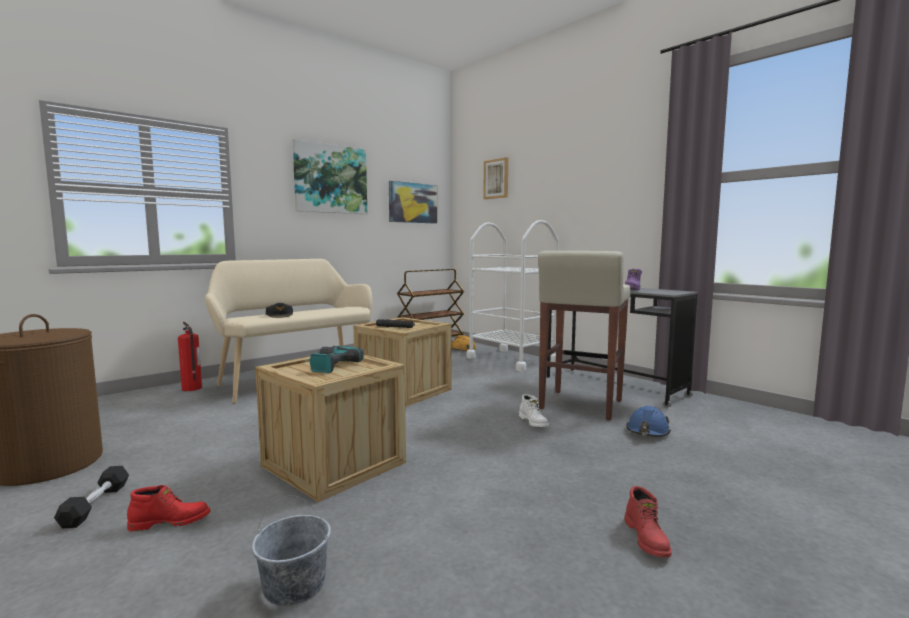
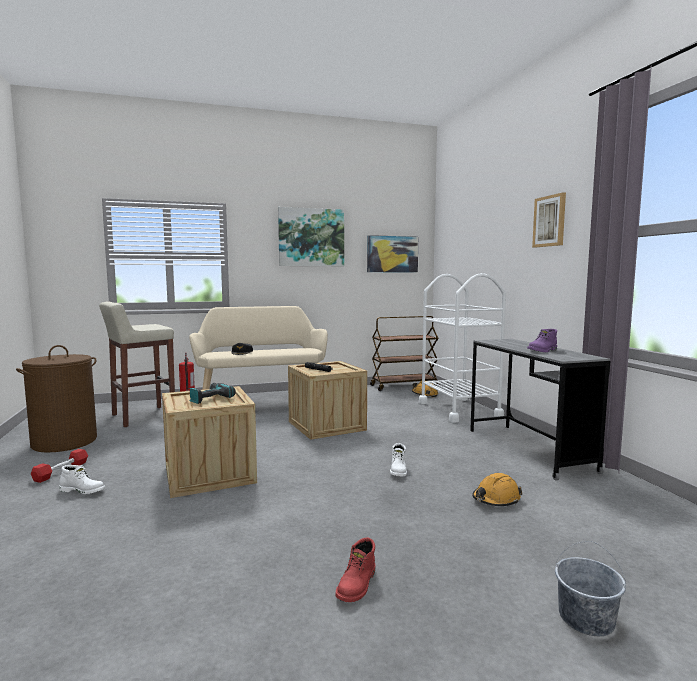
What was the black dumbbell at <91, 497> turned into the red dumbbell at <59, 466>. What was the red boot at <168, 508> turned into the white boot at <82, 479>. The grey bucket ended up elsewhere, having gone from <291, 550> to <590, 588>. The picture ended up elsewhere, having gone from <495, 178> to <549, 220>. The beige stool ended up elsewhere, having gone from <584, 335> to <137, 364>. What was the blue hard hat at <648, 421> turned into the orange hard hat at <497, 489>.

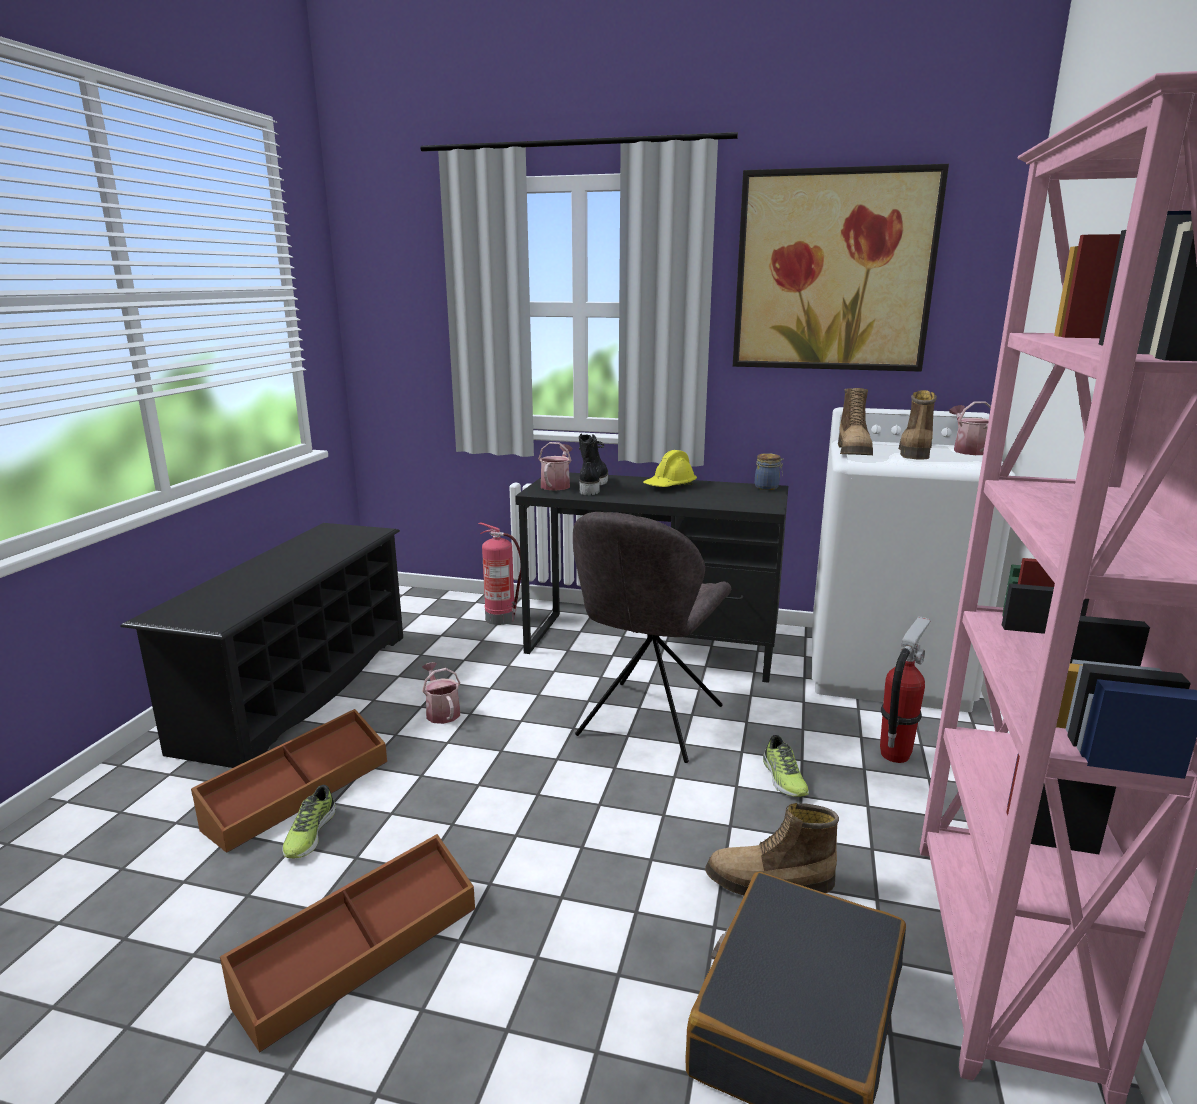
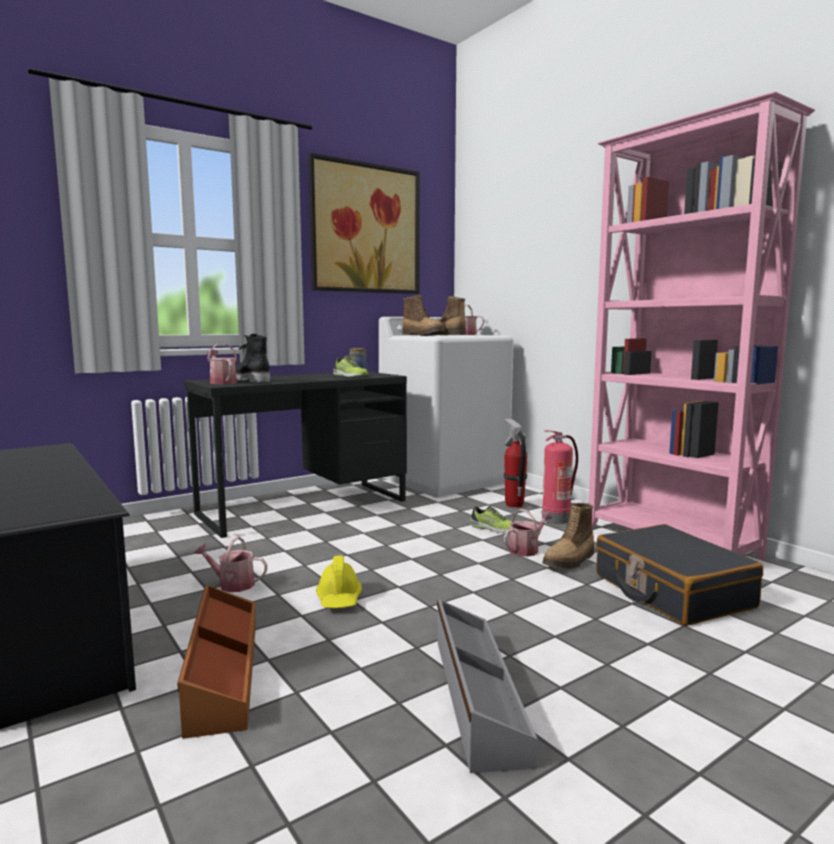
What was the brown storage box at <347, 943> turned into the grey storage box at <487, 686>. The shoe ended up elsewhere, having gone from <309, 821> to <350, 366>. The fire extinguisher ended up elsewhere, having gone from <499, 574> to <560, 477>. The second view lost the grey chair at <652, 637>. The yellow hard hat ended up elsewhere, having gone from <670, 468> to <339, 582>. The second view gained the watering can at <528, 533>.

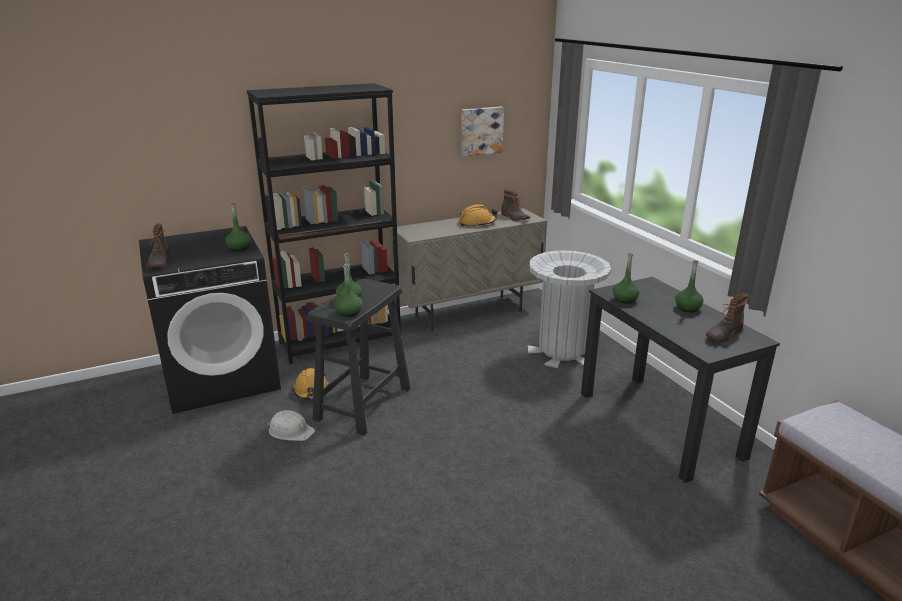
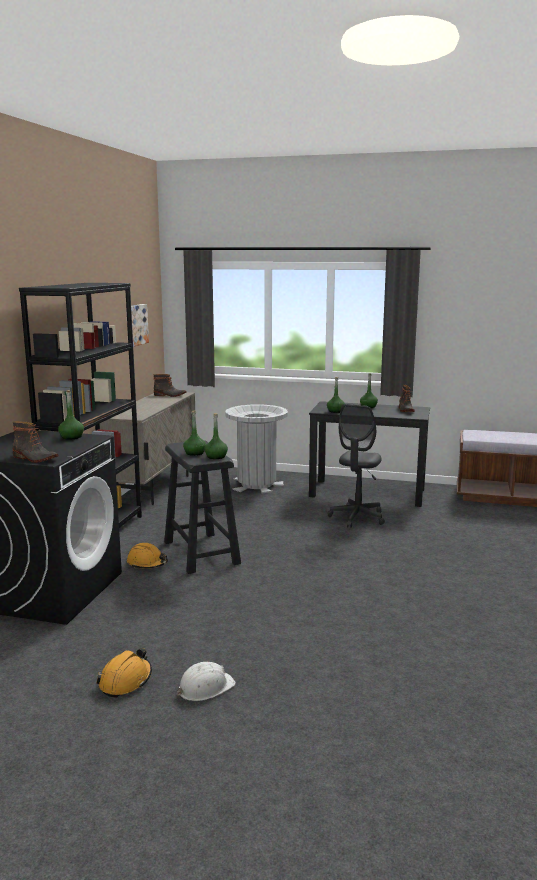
The white hard hat ended up elsewhere, having gone from <291, 425> to <206, 681>. The orange hard hat ended up elsewhere, having gone from <478, 215> to <124, 673>. The second view gained the grey office chair at <356, 466>.

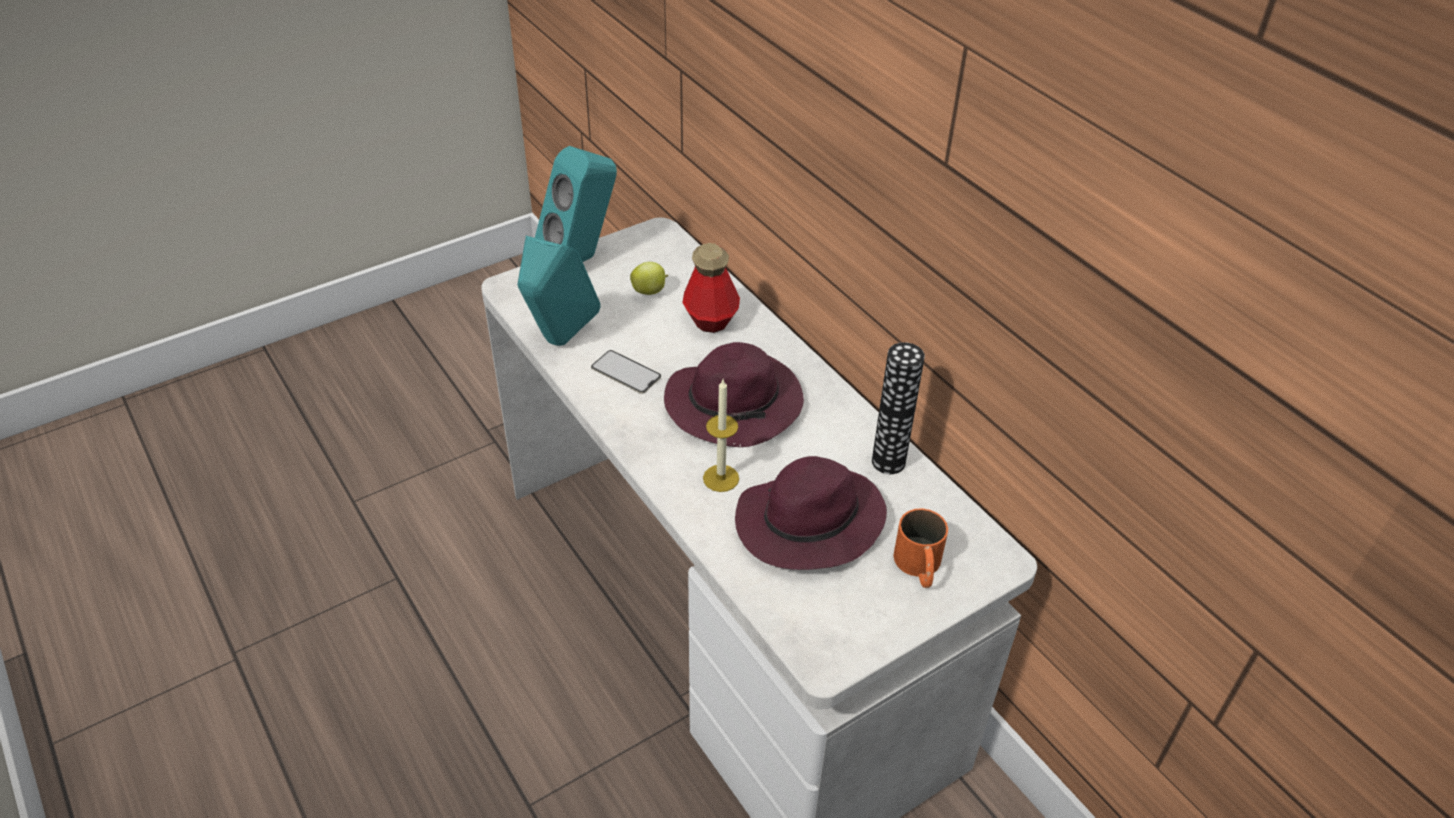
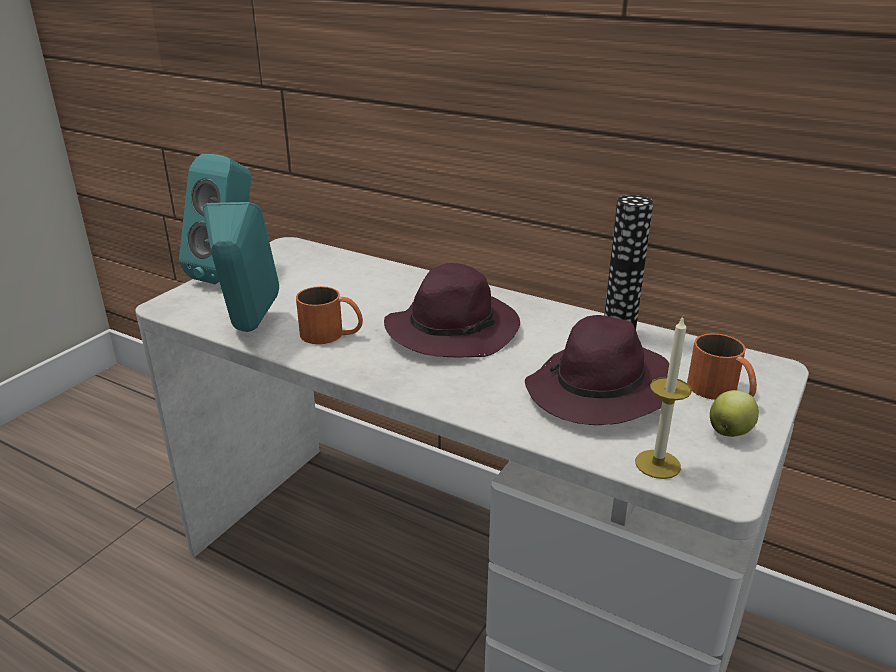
Where the phone stood at <626, 372>, the orange mug came to stand at <329, 315>. The apple ended up elsewhere, having gone from <649, 278> to <734, 413>. The second view lost the bottle at <711, 288>. The candle ended up elsewhere, having gone from <721, 435> to <663, 398>.

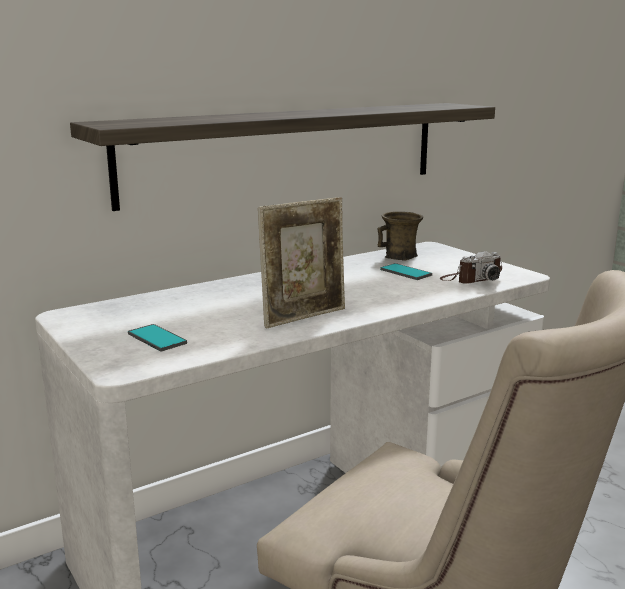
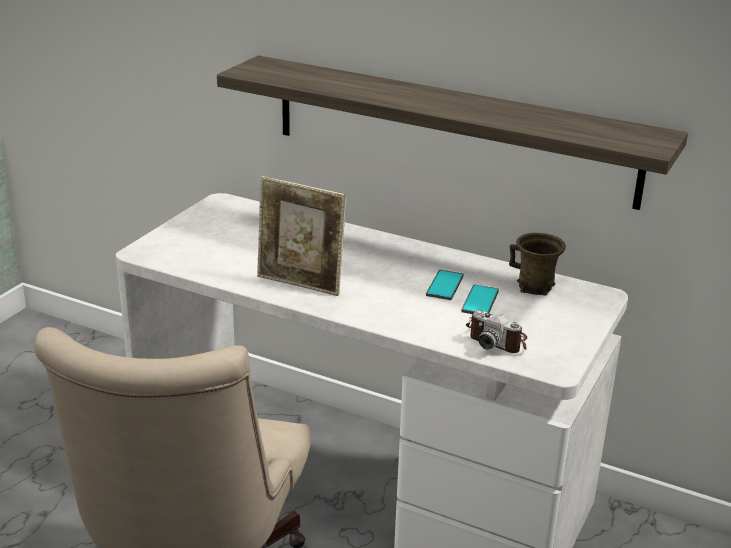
The phone ended up elsewhere, having gone from <157, 337> to <445, 285>.

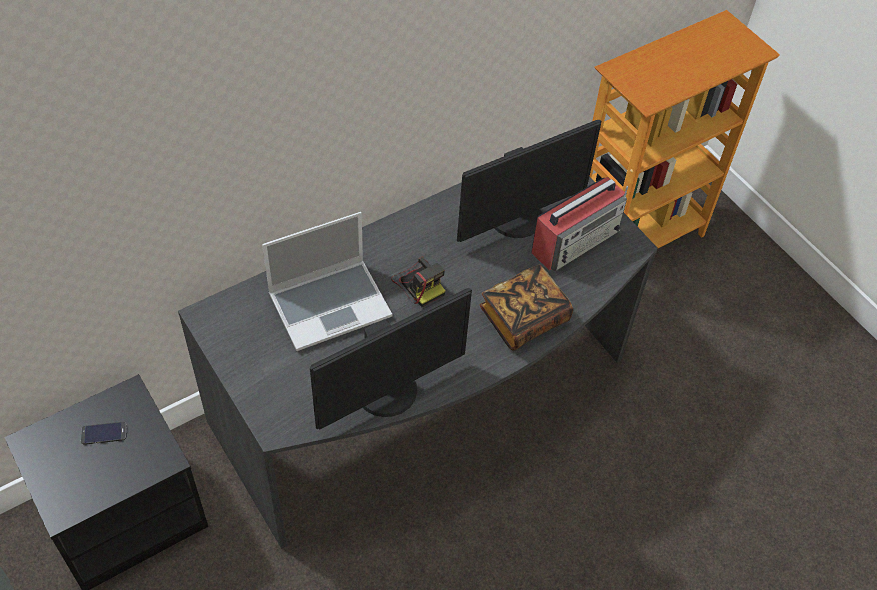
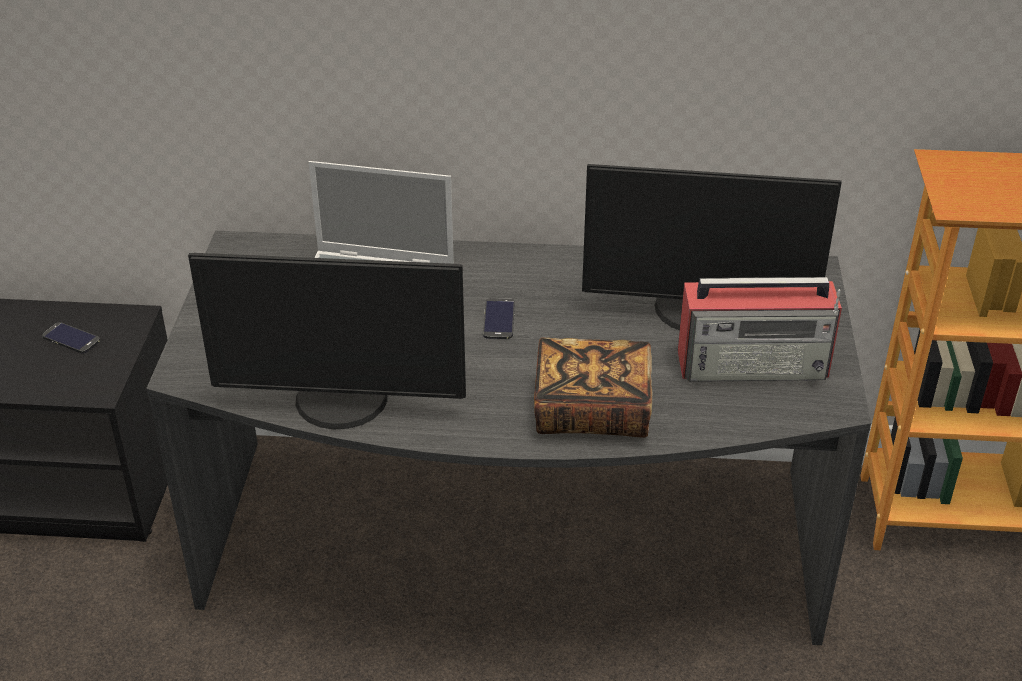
Where the photo camera stood at <418, 281>, the phone came to stand at <499, 318>.

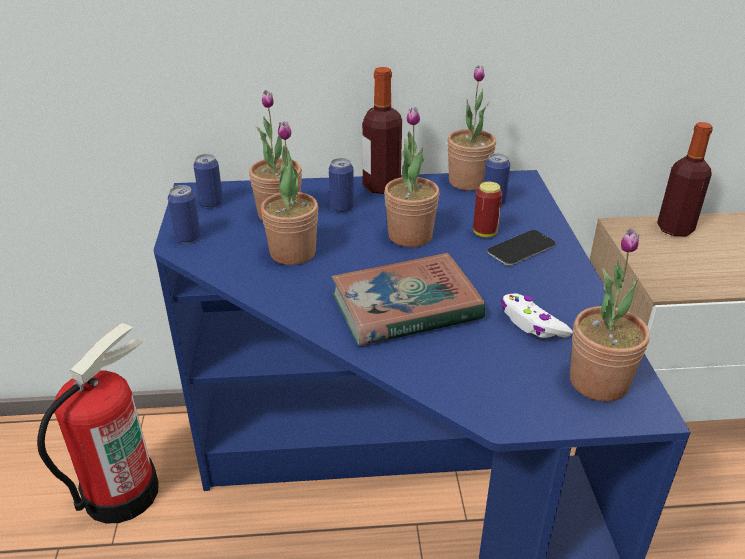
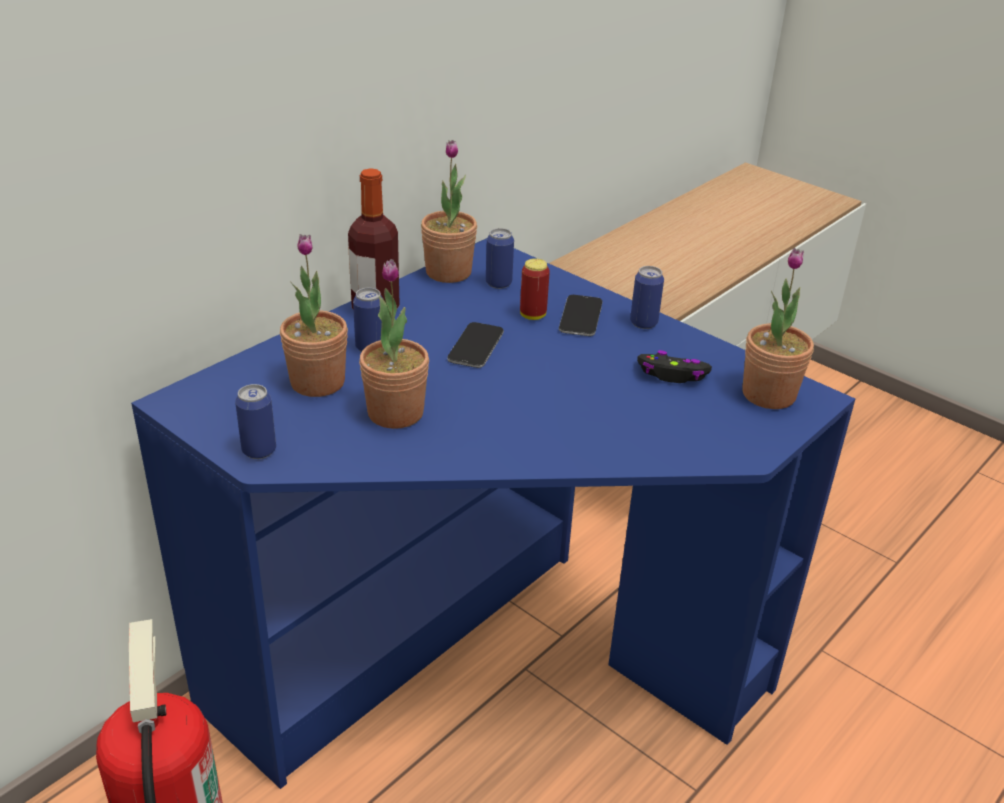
The can ended up elsewhere, having gone from <208, 181> to <647, 297>. The second view lost the book at <408, 299>. Where the potted plant stood at <412, 177>, the phone came to stand at <475, 345>. What was the white game controller at <537, 315> turned into the black game controller at <674, 366>. The second view lost the bottle at <685, 179>.

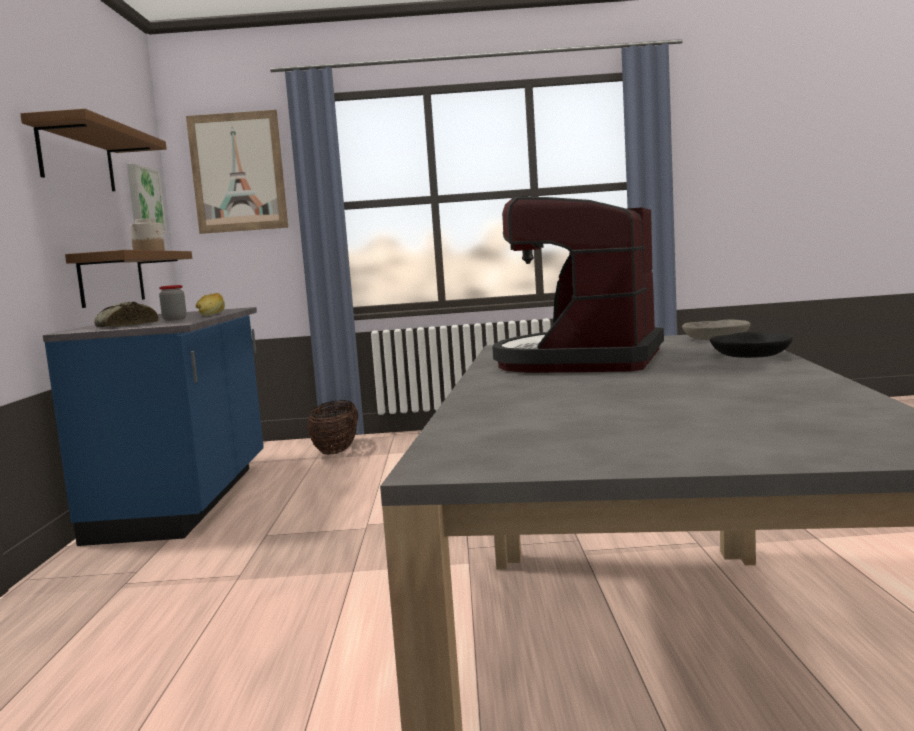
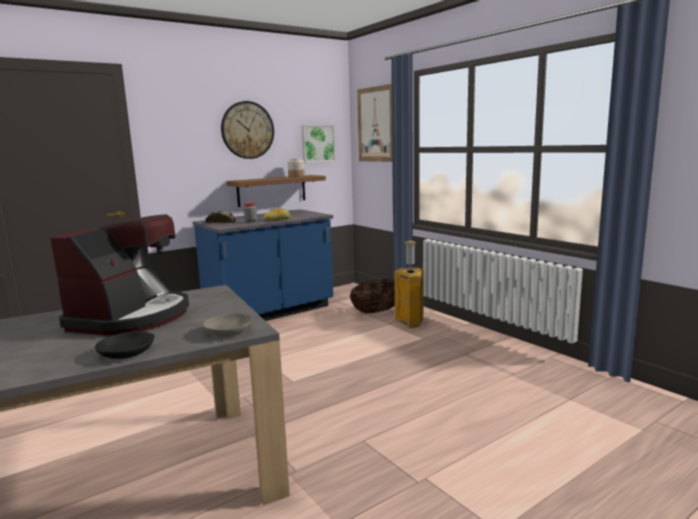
Where the brown shelf hung at <93, 149>, the wall clock came to hang at <247, 130>. The coffee machine at <578, 285> ended up facing another way, 120 degrees clockwise from before. The second view gained the trash can at <409, 284>.

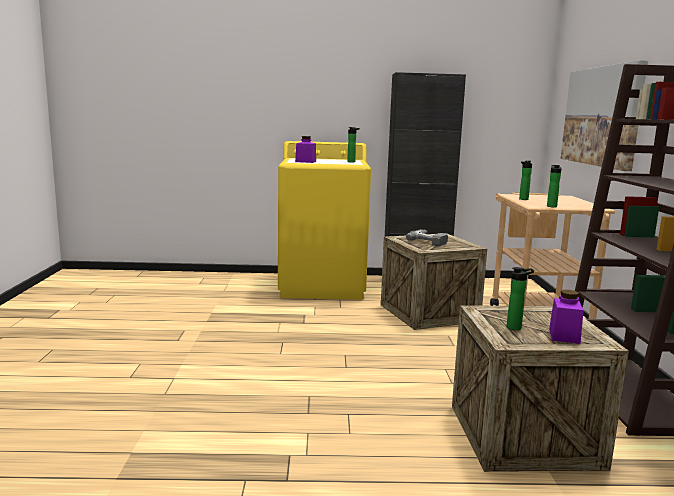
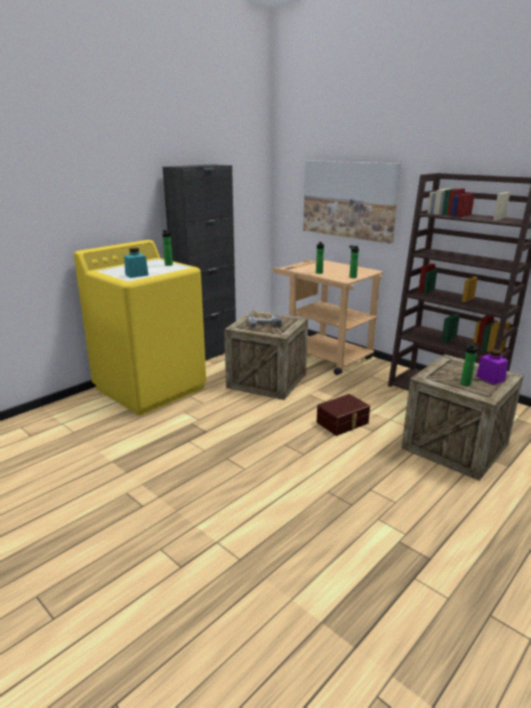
What was the purple jar at <305, 149> turned into the turquoise jar at <136, 263>. The second view gained the brown storage box at <343, 415>.

